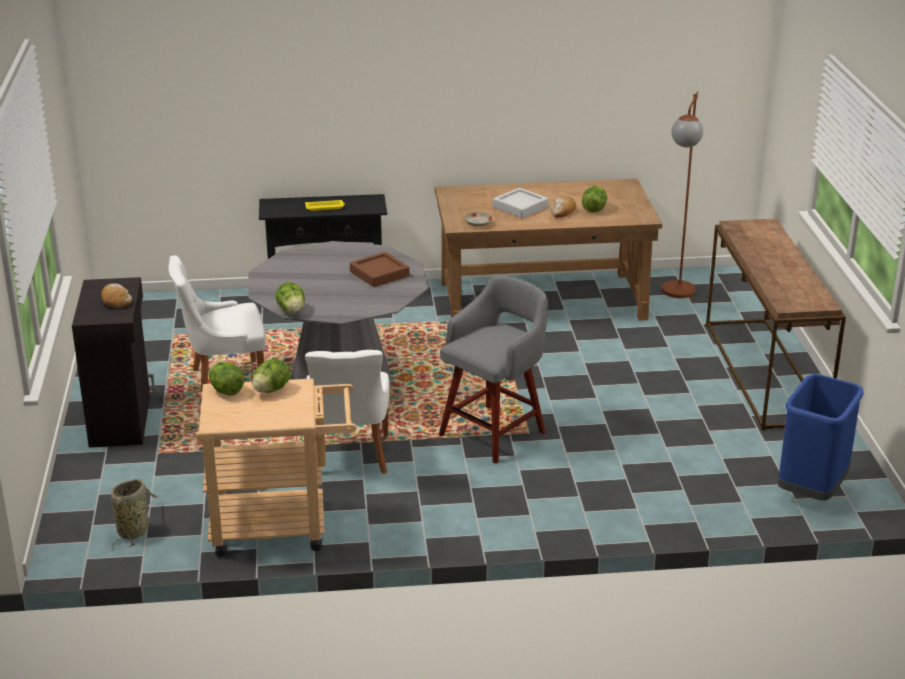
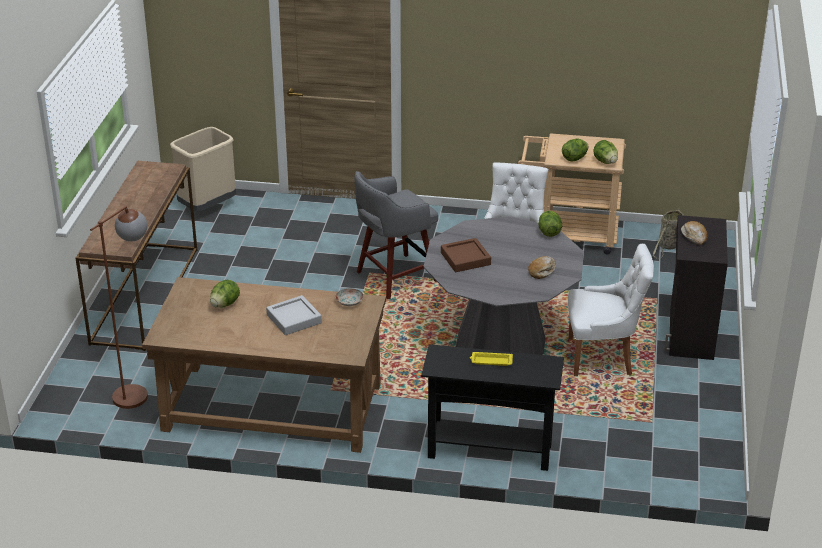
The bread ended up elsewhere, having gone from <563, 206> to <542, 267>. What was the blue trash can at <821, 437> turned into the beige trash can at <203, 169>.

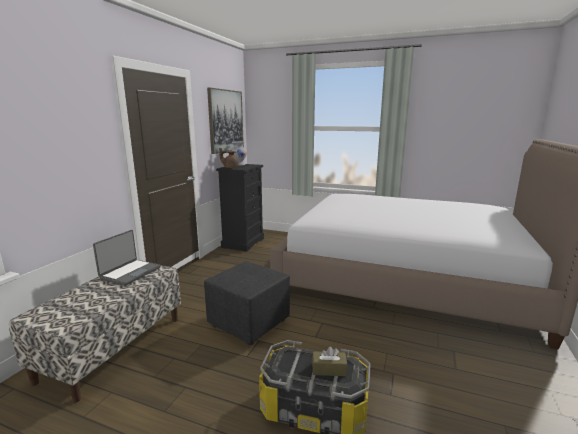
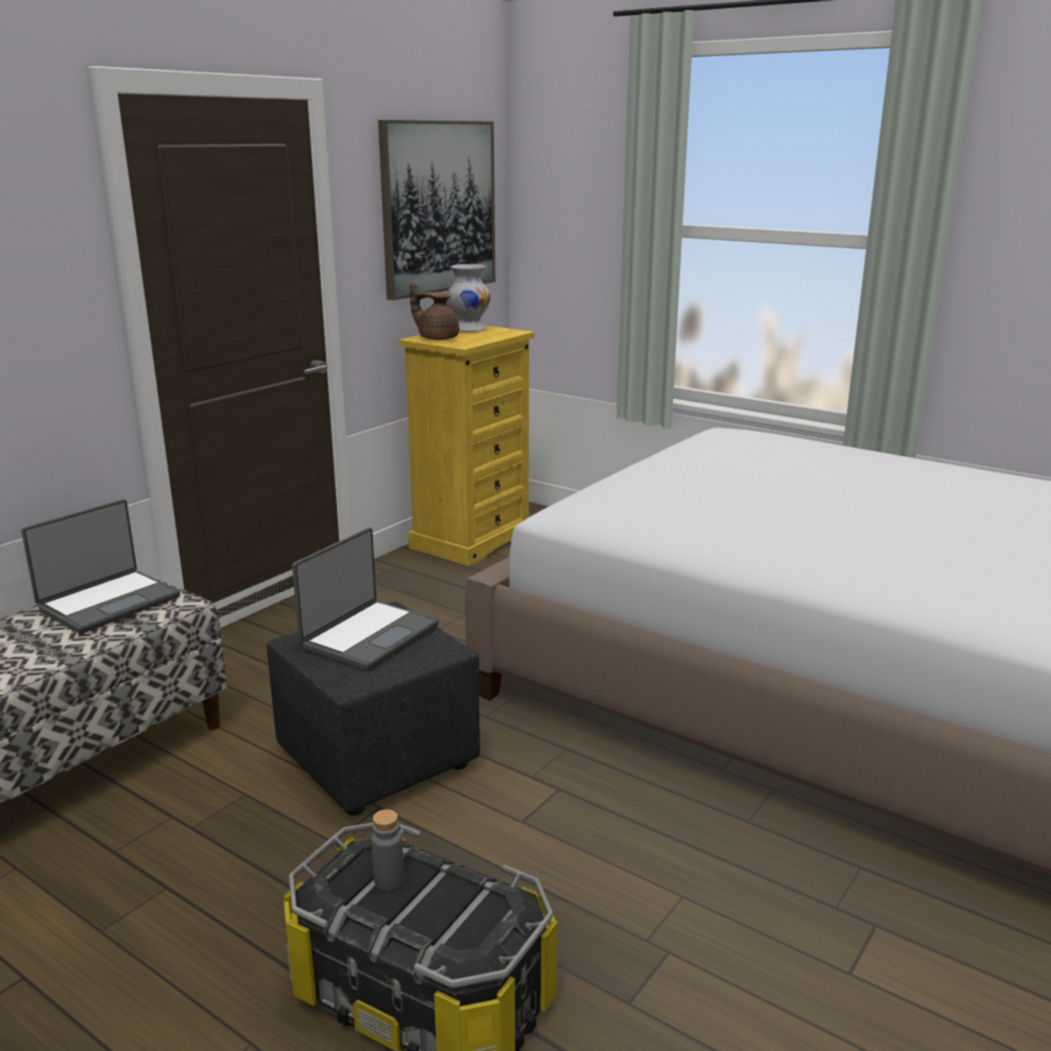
What was the black dresser at <240, 207> turned into the yellow dresser at <467, 445>. The second view lost the brown tissue box at <329, 361>. The second view gained the laptop at <365, 599>. The second view gained the grey bottle at <387, 850>.

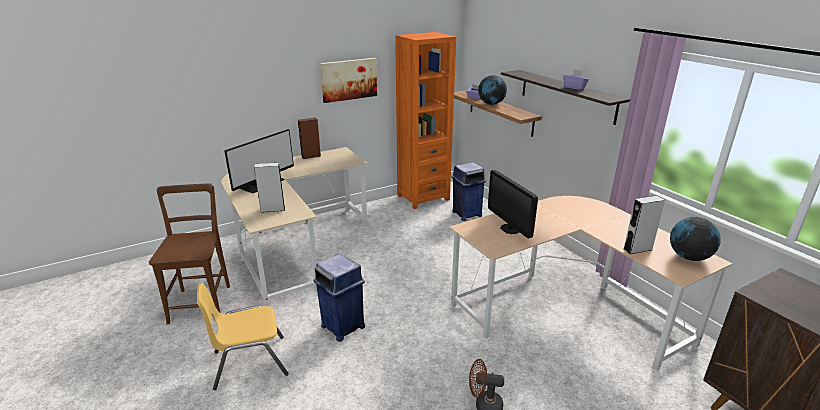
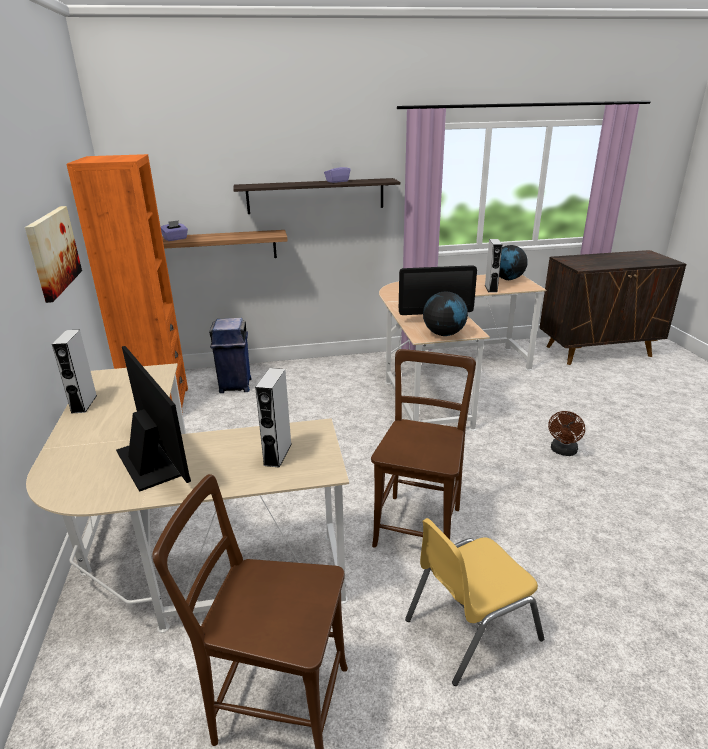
The yellow chair at <243, 336> ended up facing another way, 60 degrees clockwise from before. What was the brown speaker at <309, 138> turned into the grey speaker at <74, 372>. Where the blue trash can stood at <339, 298>, the brown chair came to stand at <423, 448>. The globe ended up elsewhere, having gone from <492, 90> to <445, 314>.

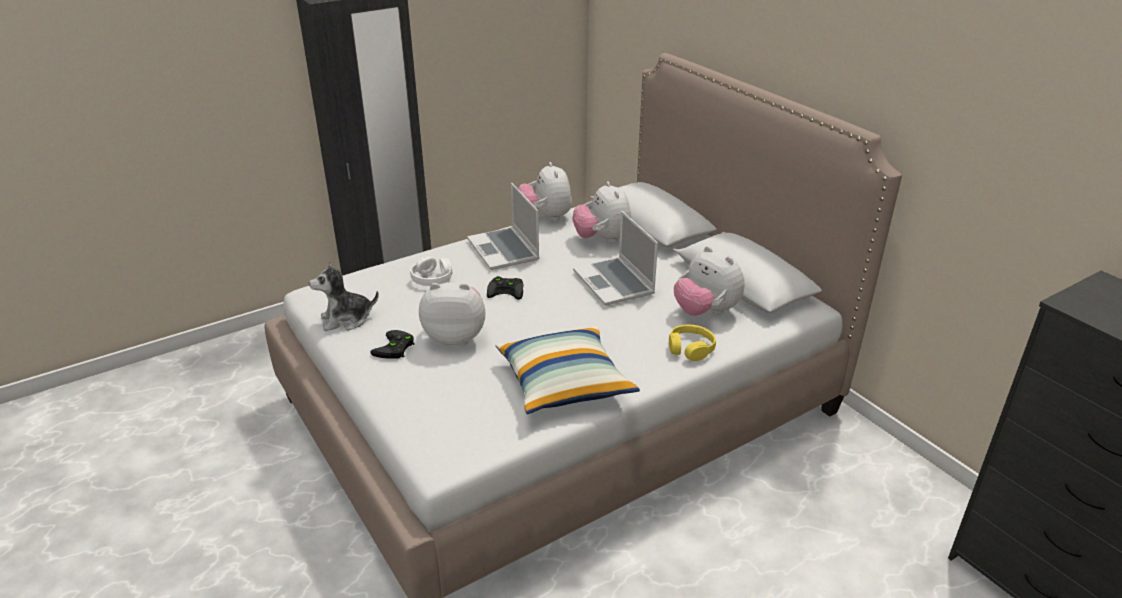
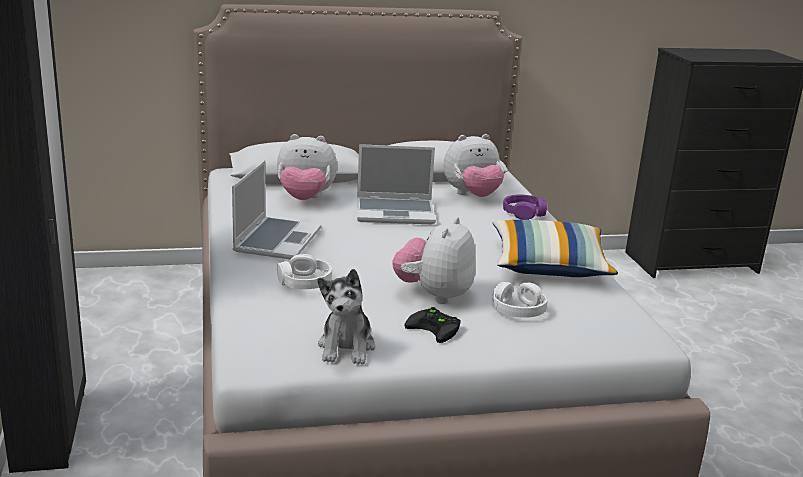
The laptop at <503, 226> ended up facing another way, 75 degrees counterclockwise from before. The second view lost the black game controller at <505, 288>. The second view lost the plush toy at <545, 191>. What was the yellow headphones at <692, 343> turned into the purple headphones at <525, 207>. The second view gained the white headphones at <520, 300>.

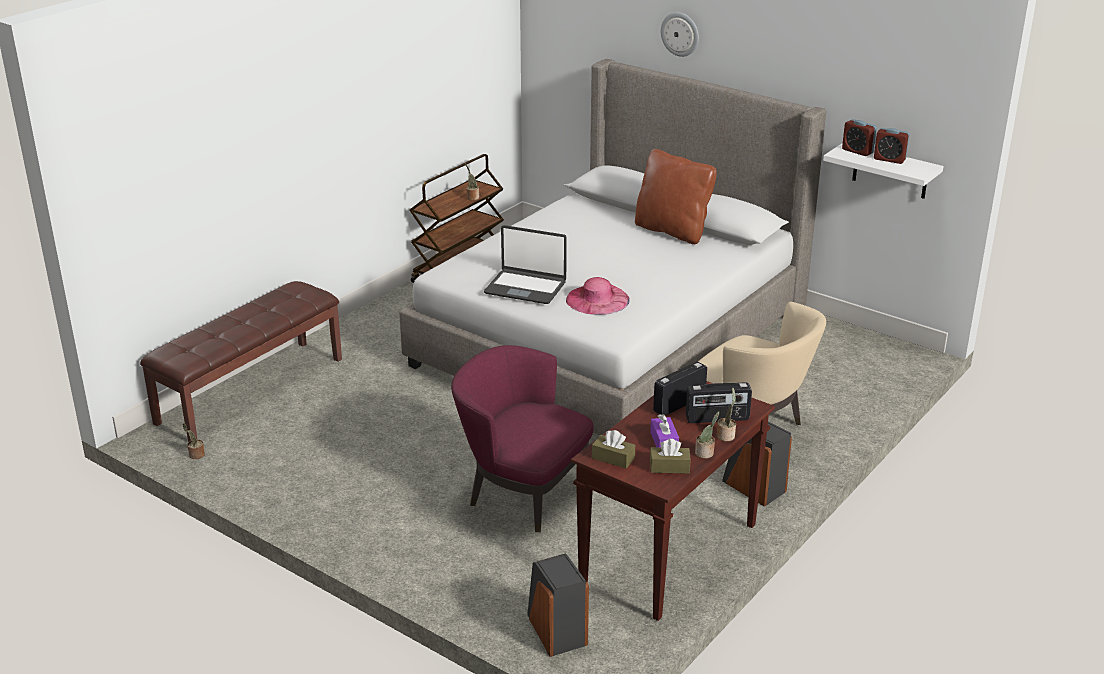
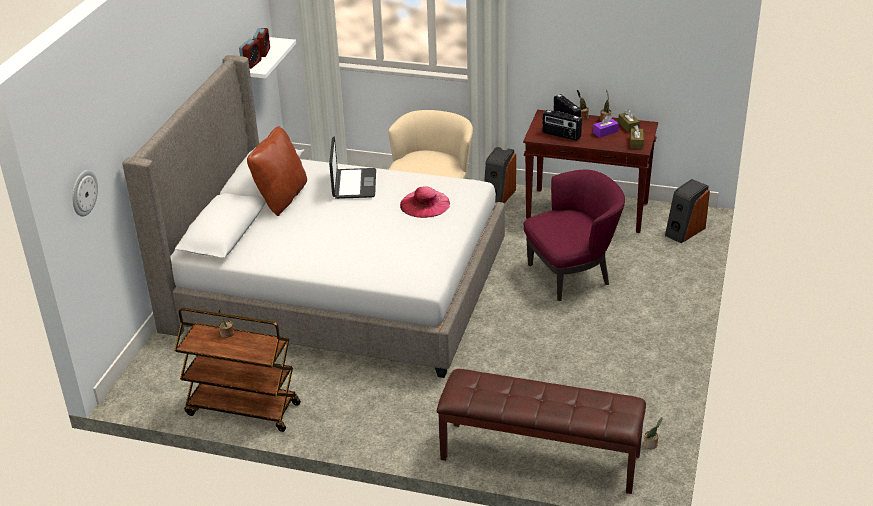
The purple armchair at <522, 438> ended up facing another way, 120 degrees counterclockwise from before. The laptop ended up elsewhere, having gone from <525, 264> to <352, 167>. The wall clock ended up elsewhere, having gone from <680, 34> to <85, 193>.

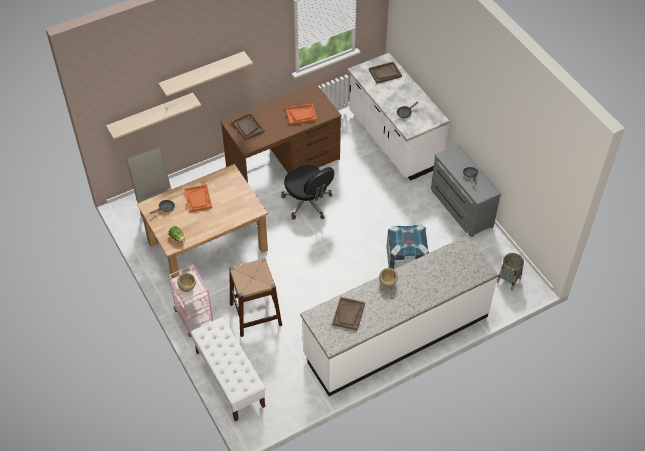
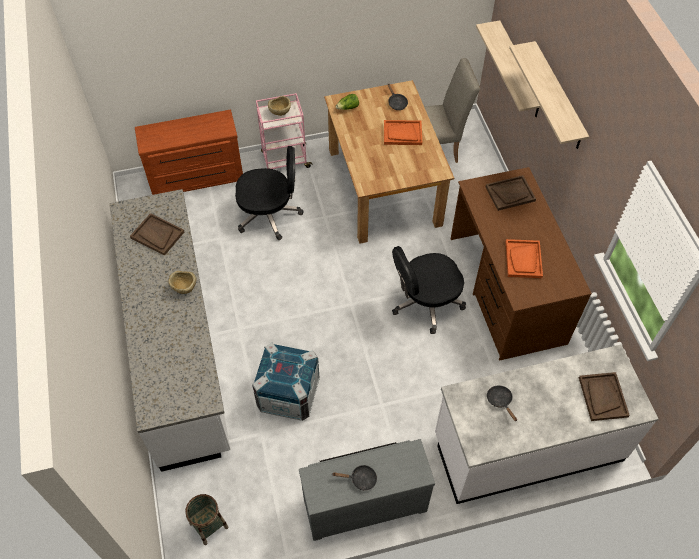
Where the white bench stood at <228, 369>, the brown dresser came to stand at <189, 152>. Where the brown stool stood at <255, 297>, the black office chair came to stand at <269, 193>.

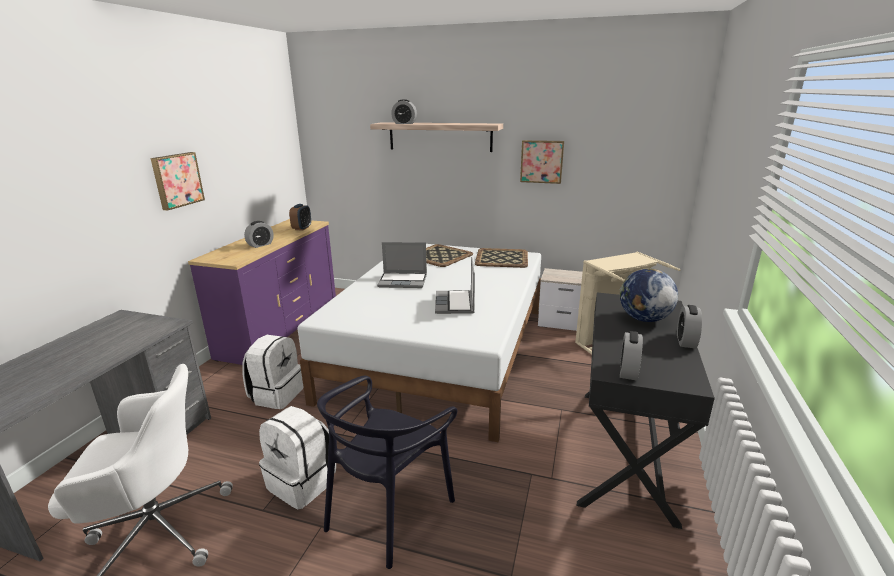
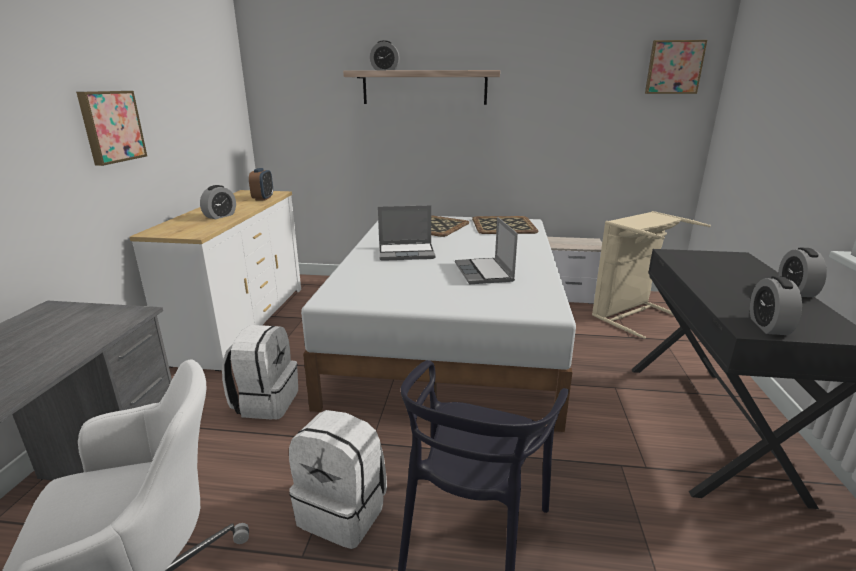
What was the purple dresser at <262, 292> turned into the white dresser at <215, 280>. The picture ended up elsewhere, having gone from <542, 162> to <676, 67>. The second view lost the globe at <649, 295>.

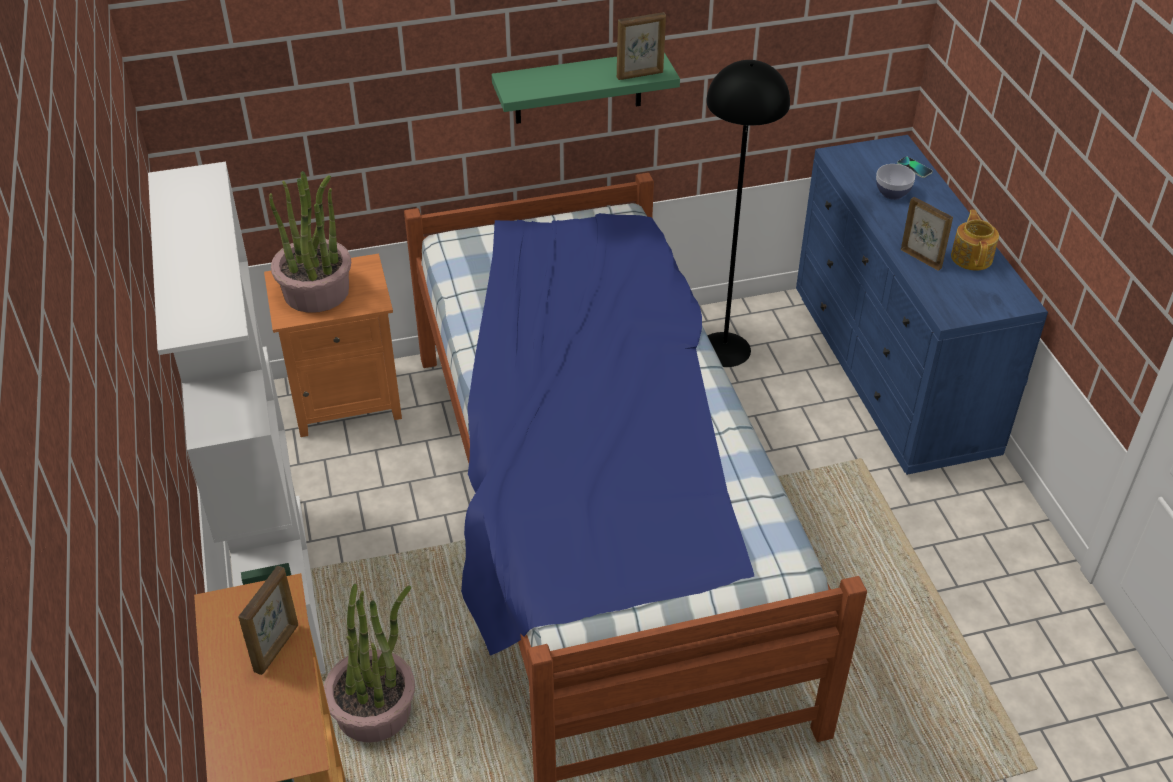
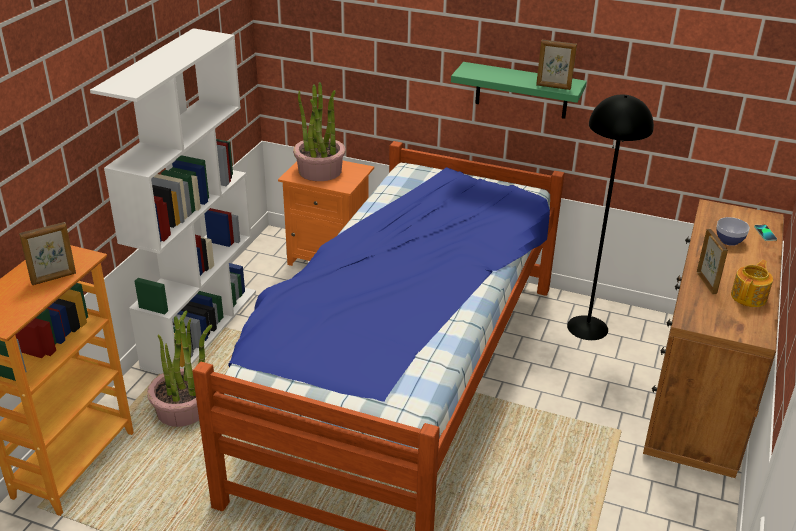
What was the blue dresser at <922, 305> turned into the brown dresser at <713, 338>.

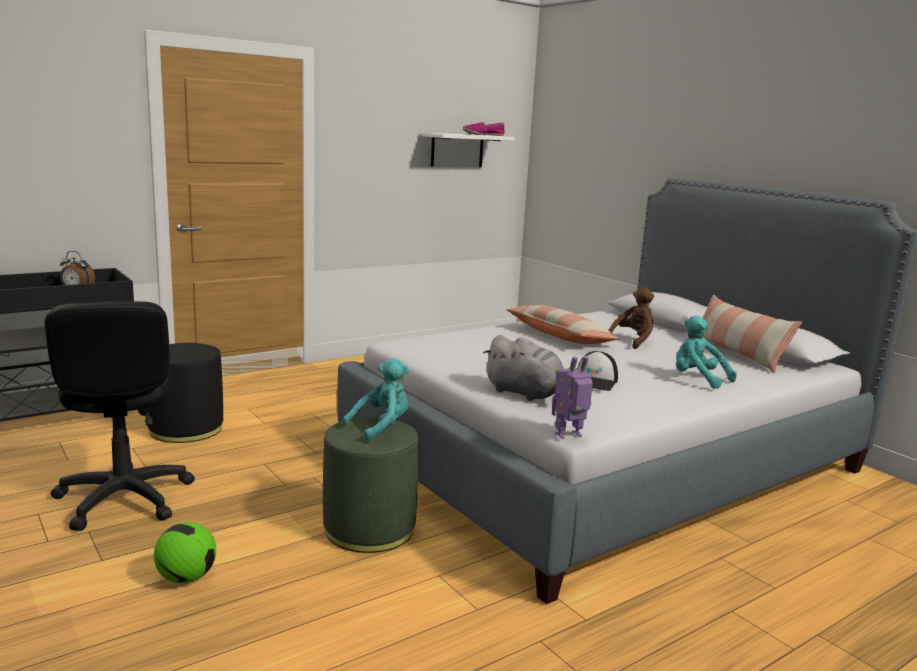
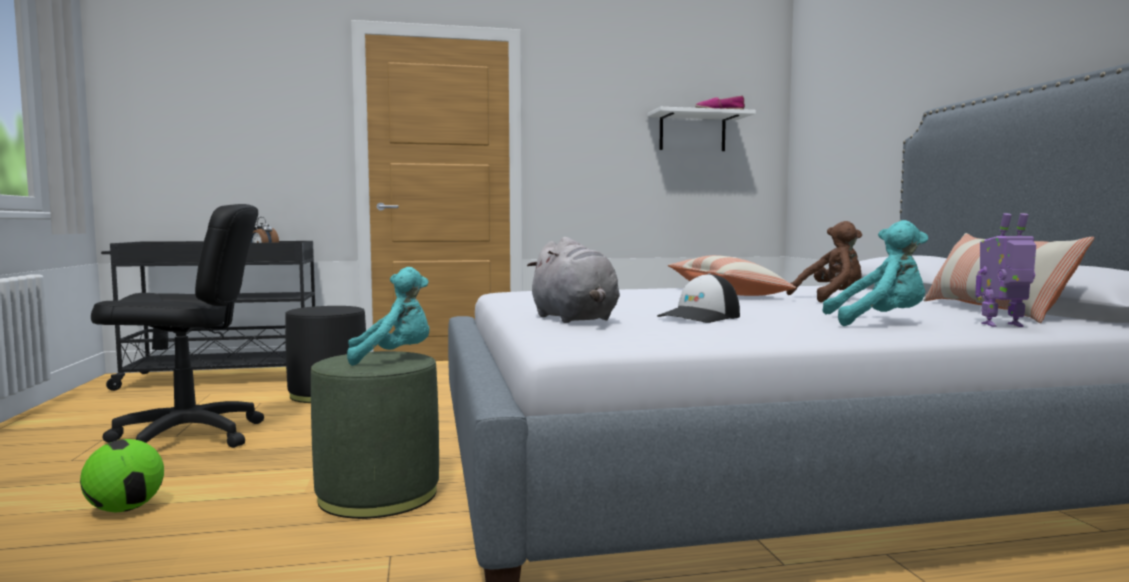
The black office chair at <119, 416> ended up facing another way, 105 degrees counterclockwise from before. The toy robot ended up elsewhere, having gone from <572, 397> to <1005, 270>. The turquoise plush toy at <706, 352> ended up facing another way, 120 degrees clockwise from before.

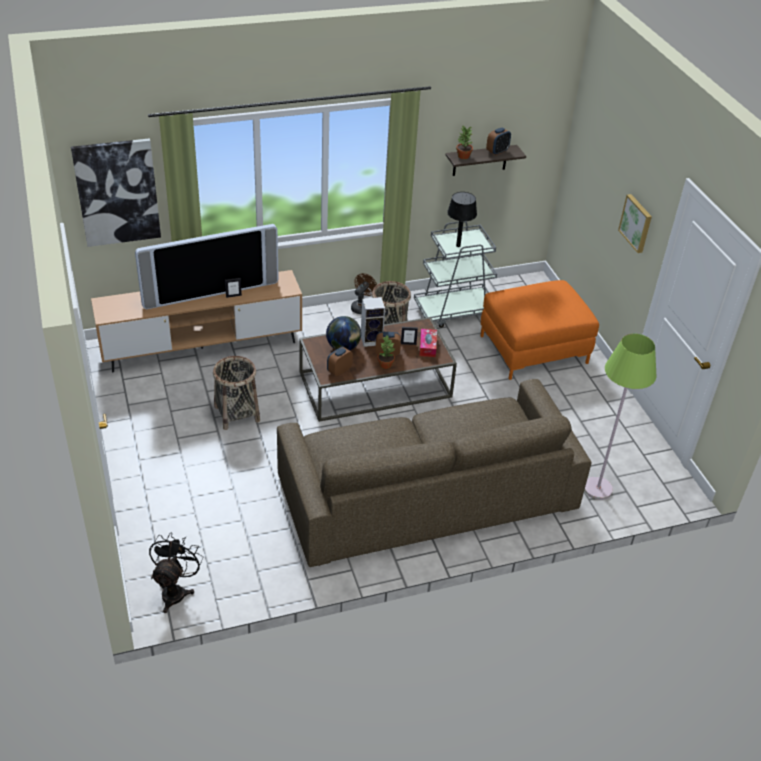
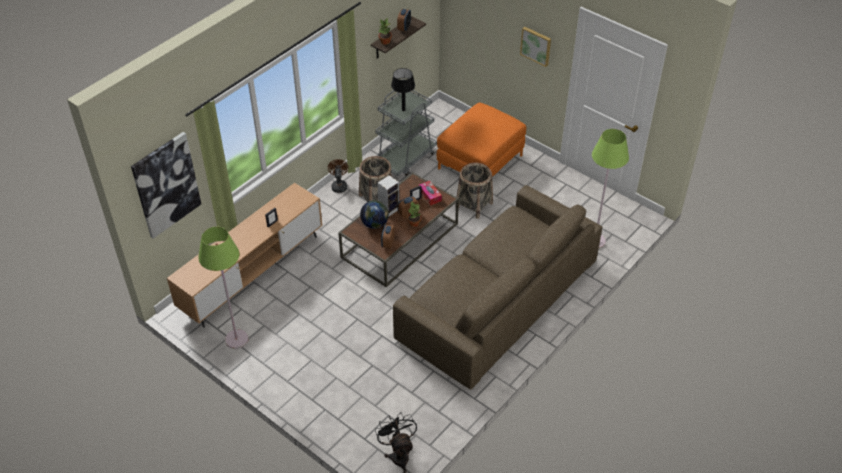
The second view lost the television at <207, 266>. The basket ended up elsewhere, having gone from <236, 393> to <474, 190>. The second view gained the green floor lamp at <223, 288>.

